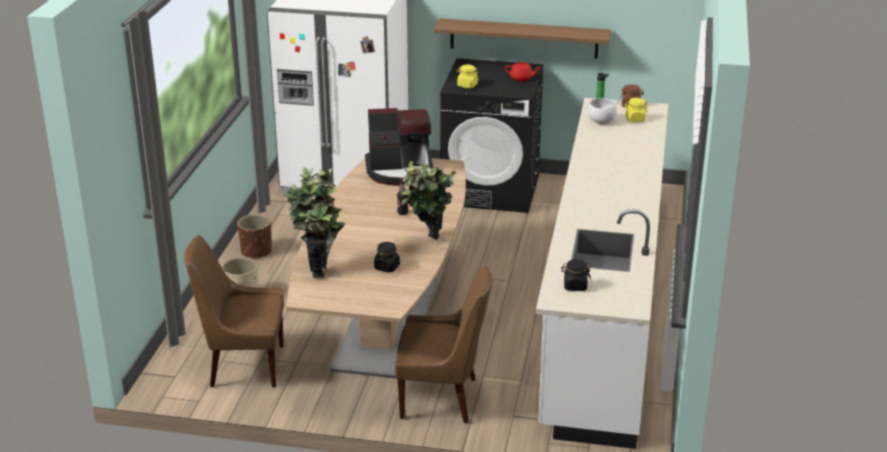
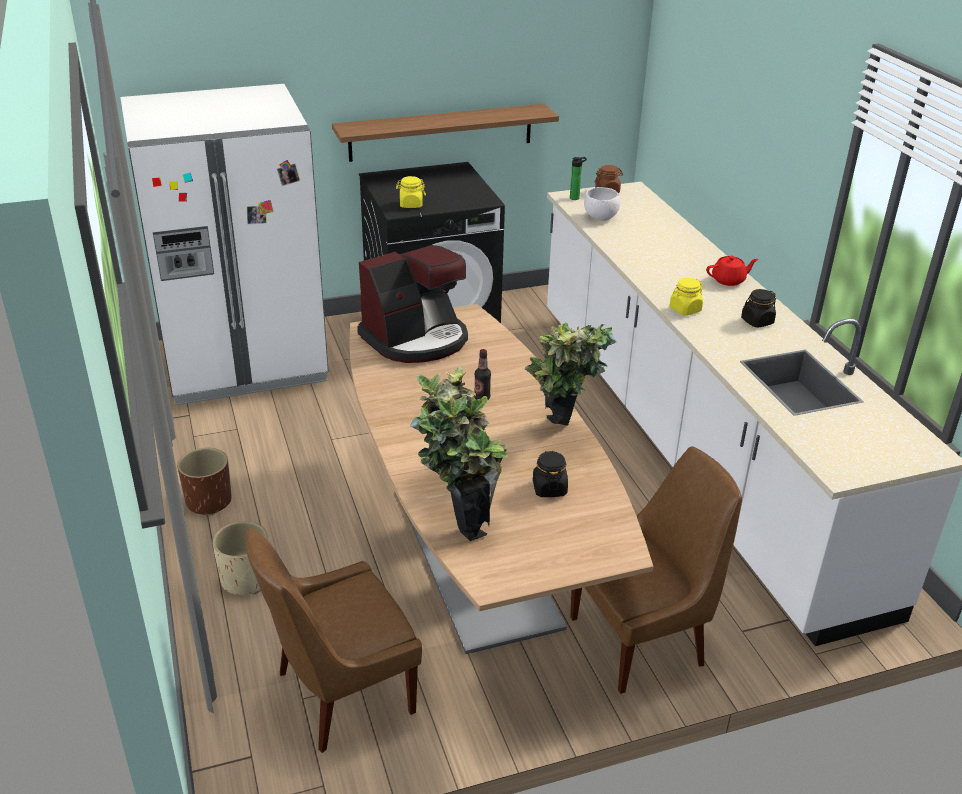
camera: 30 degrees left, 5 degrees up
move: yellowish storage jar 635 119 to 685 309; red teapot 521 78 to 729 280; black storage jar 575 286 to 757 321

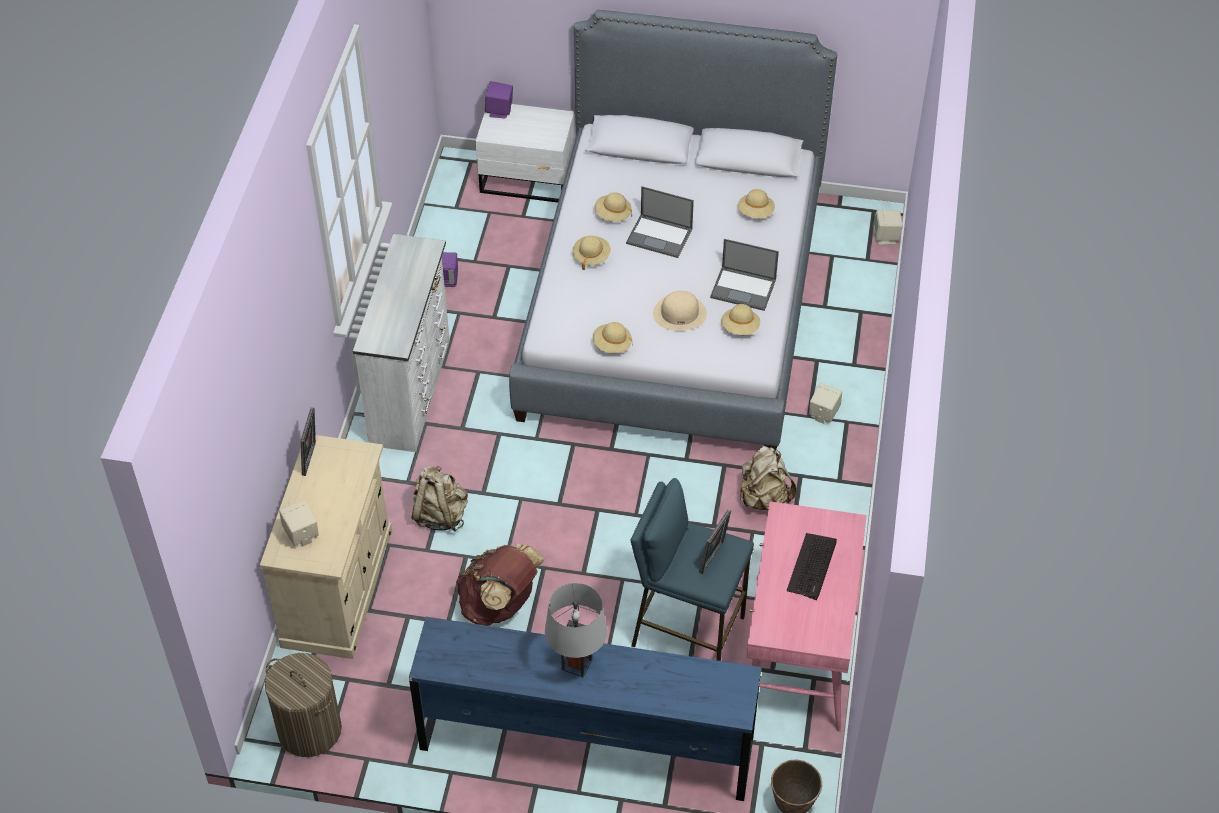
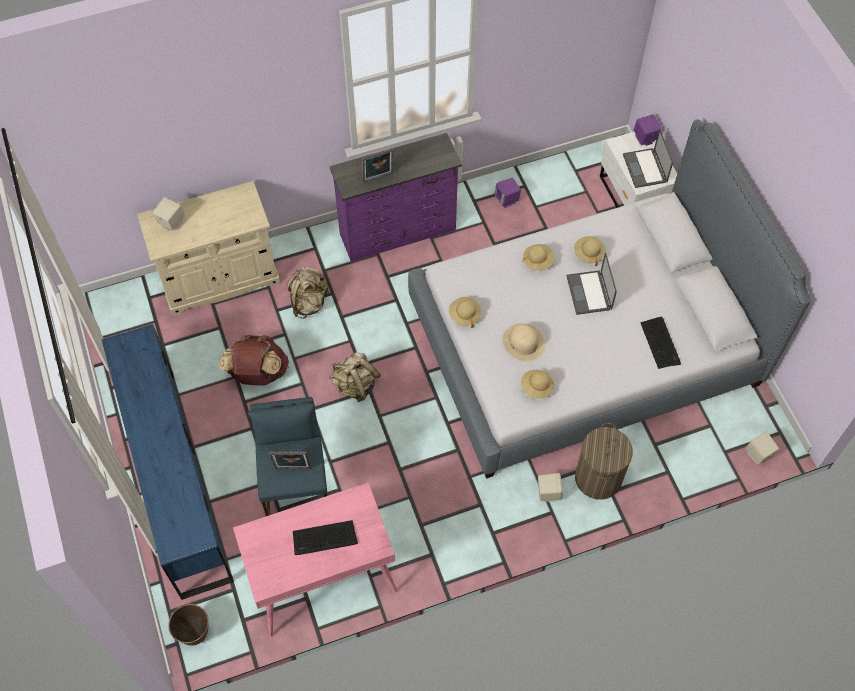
camera: 60 degrees right, 10 degrees up
delete: gray tabletop lamp 576 664
move: beige backpack 764 497 to 355 385; picture frame 311 459 to 378 178; laundry basket 309 729 to 598 477; laptop 744 288 to 645 168
replace: beige wearable hat 755 213 to keyboard 660 343
recolor: white chest of drawers 412 391 to purplish chest of drawers 399 233

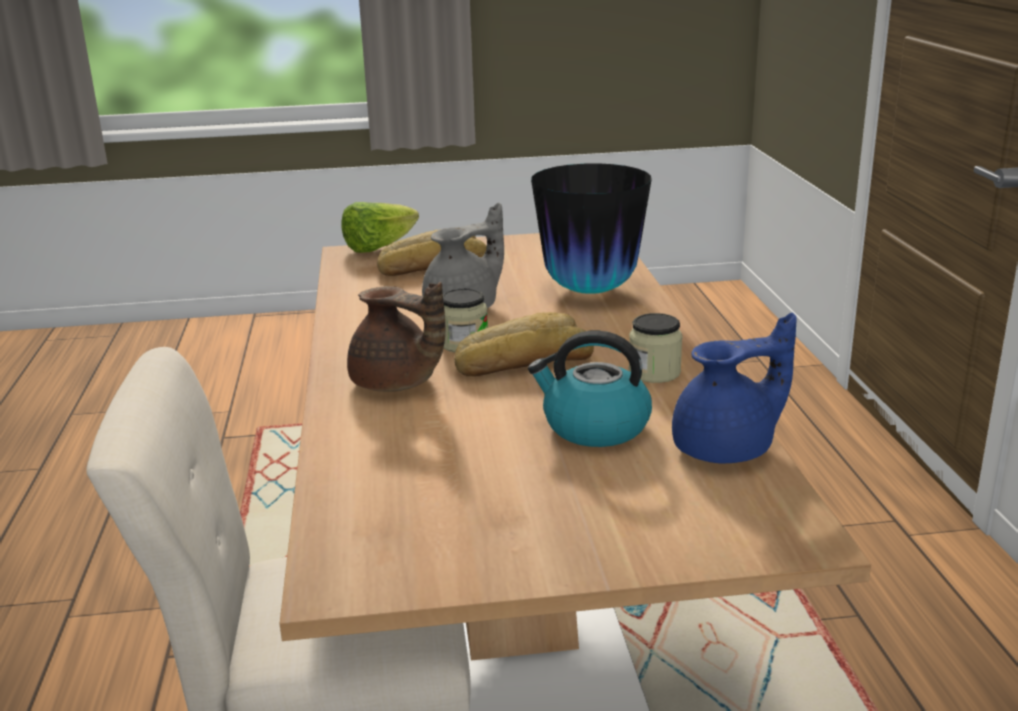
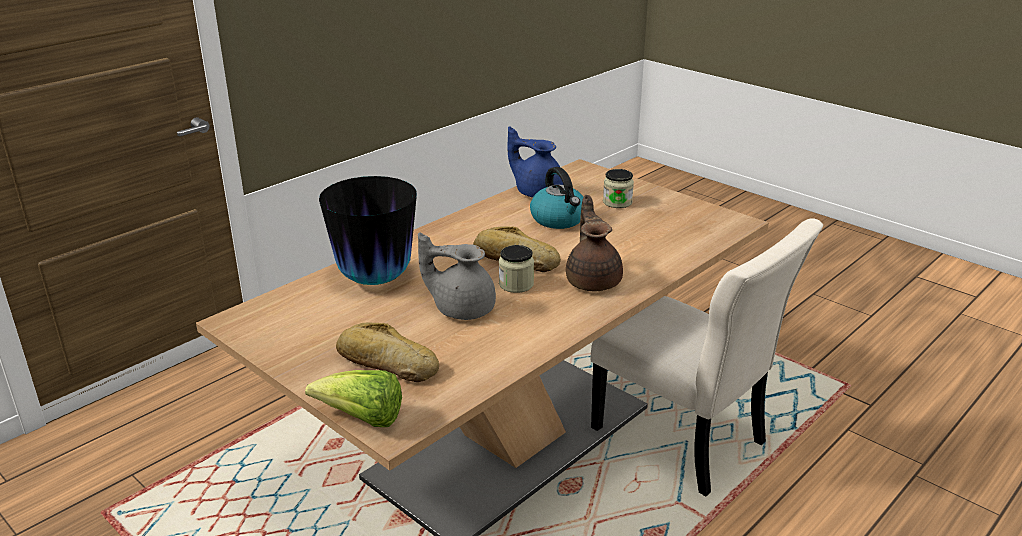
camera: 130 degrees left, 5 degrees up
move: storage jar 654 372 to 617 202

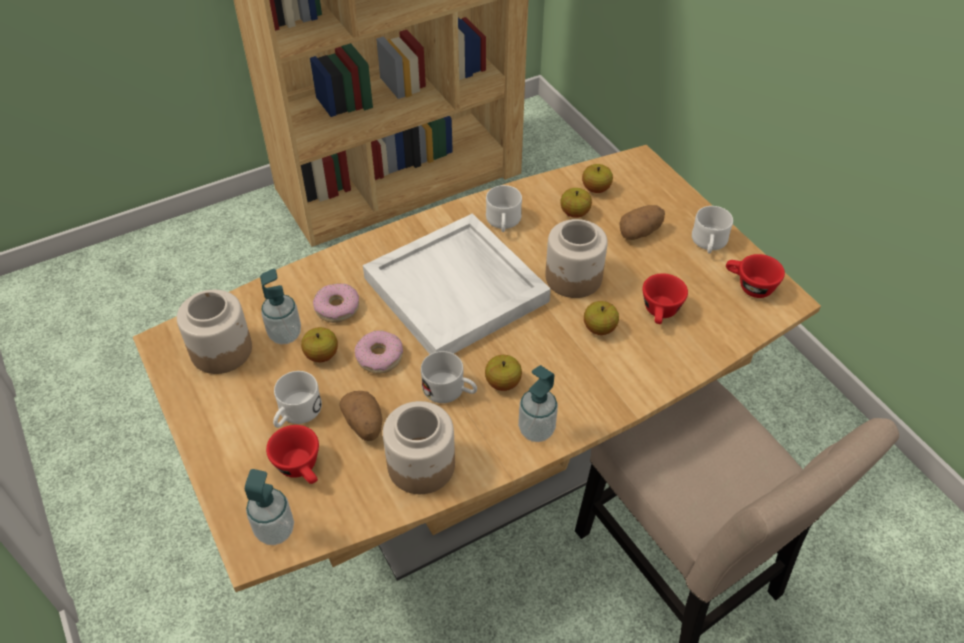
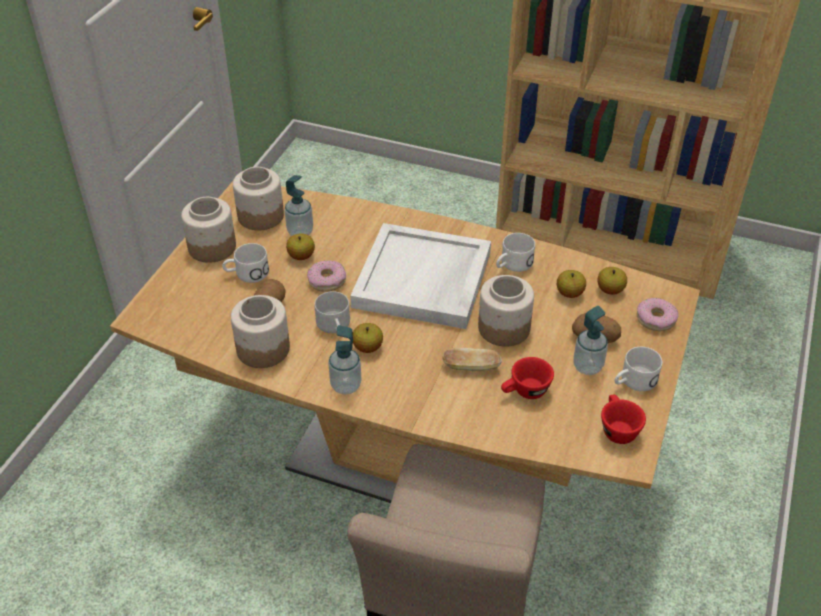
camera: 50 degrees right, 5 degrees down
delete: red small cup 301 468
insert: storage jar 211 247
move: liquid soap bottle 275 530 to 587 366; donut 337 307 to 656 319
replace: whole apple 599 328 to bread 471 367

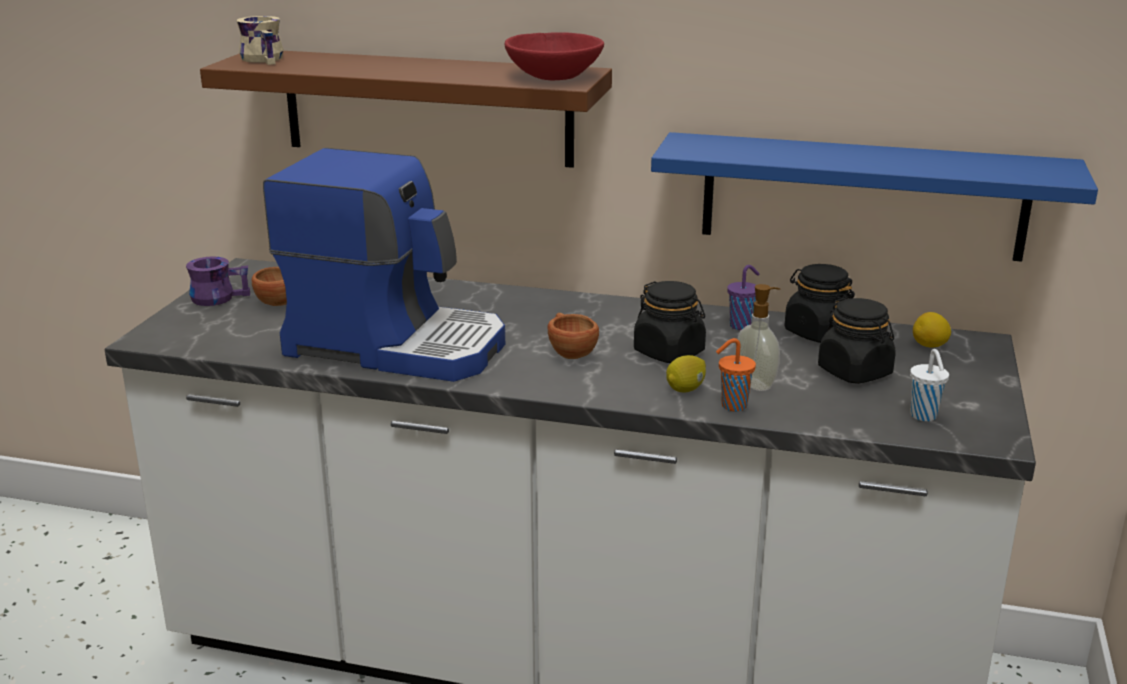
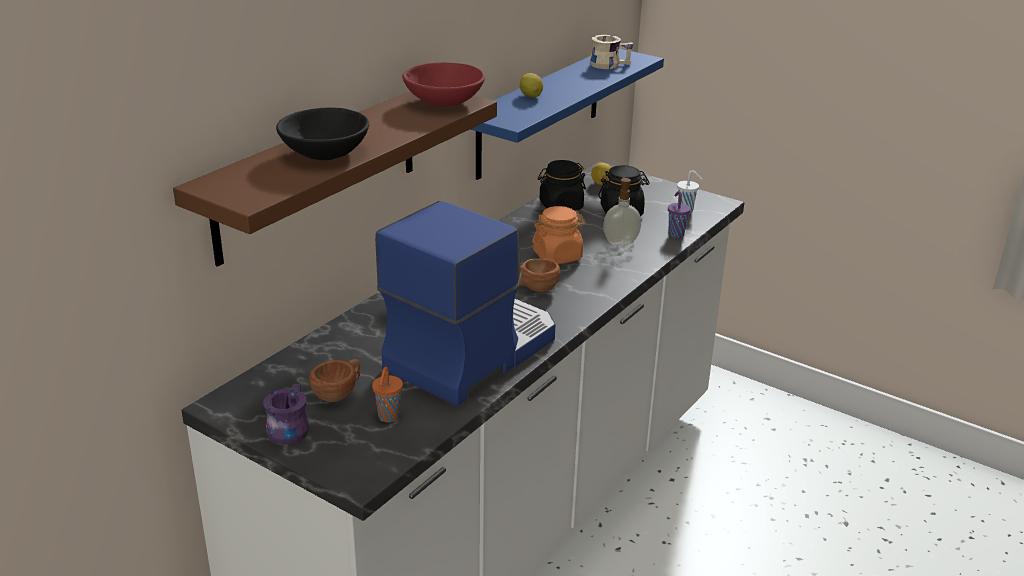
camera: 70 degrees left, 5 degrees up
insert: black serving bowl 326 154
move: orange-coloured small cup 732 406 to 388 417; lemon 686 389 to 531 96; beige mug 267 59 to 609 64; purplish small cup 742 326 to 675 234
recolor: black storage jar 669 352 to orange-coloured storage jar 557 256

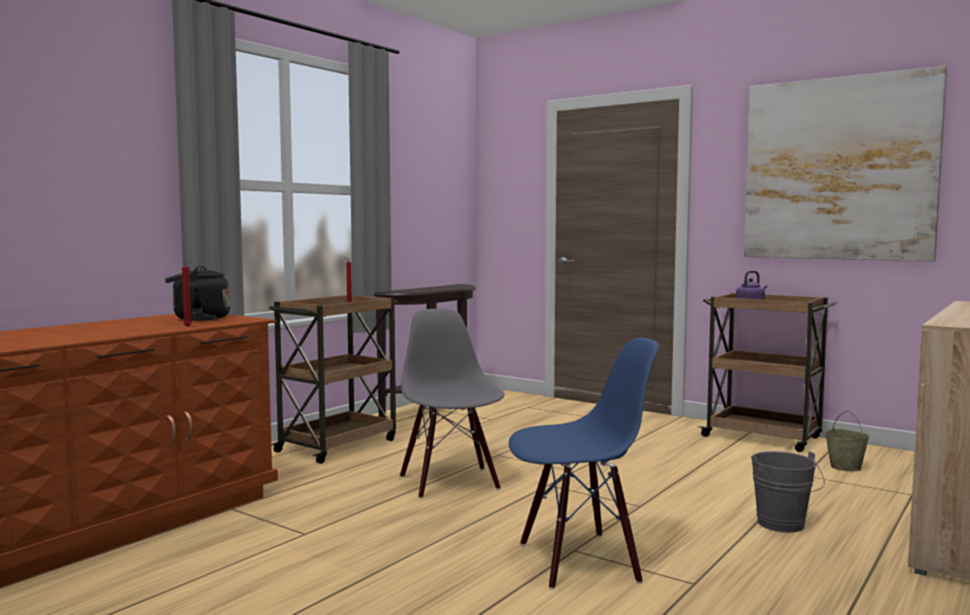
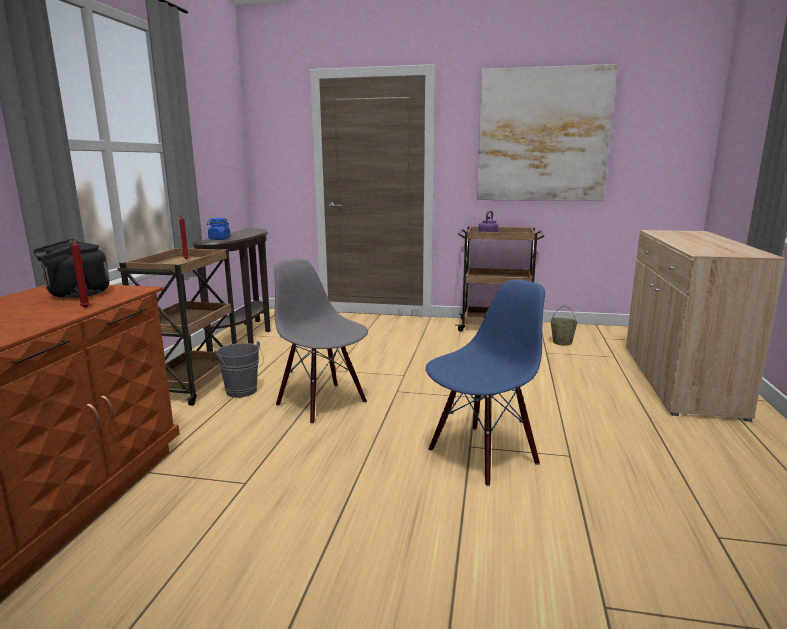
camera: 25 degrees left, 10 degrees up
insert: bluish storage jar 219 239
move: gray water bucket 783 526 to 243 392

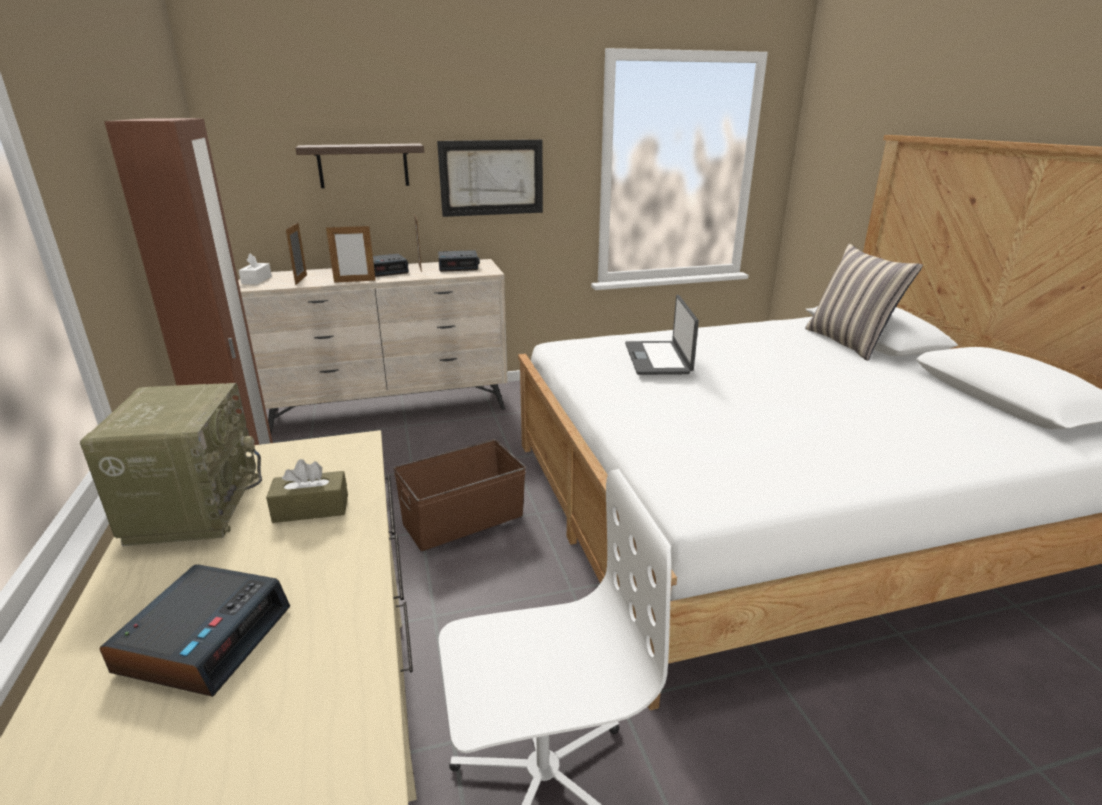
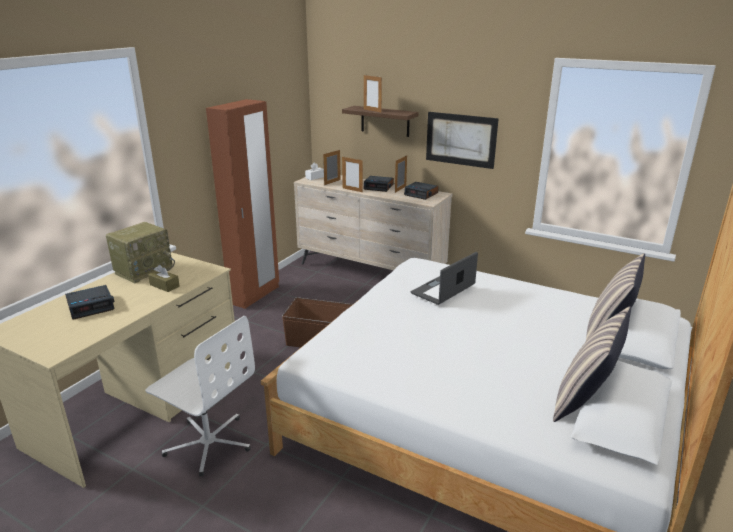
camera: 45 degrees right, 0 degrees up
insert: picture frame 372 110; throw pillow 584 401

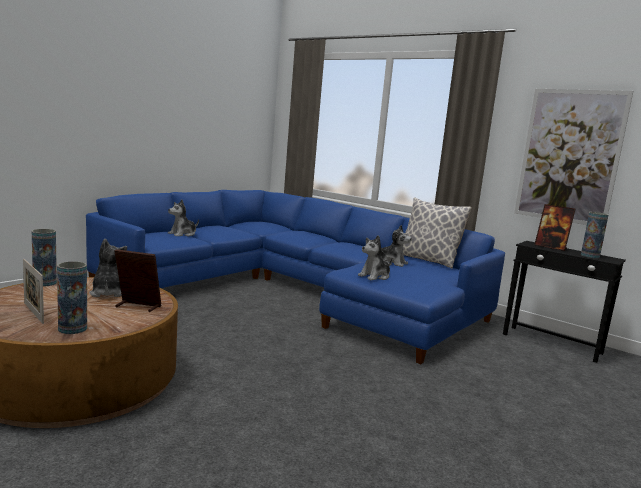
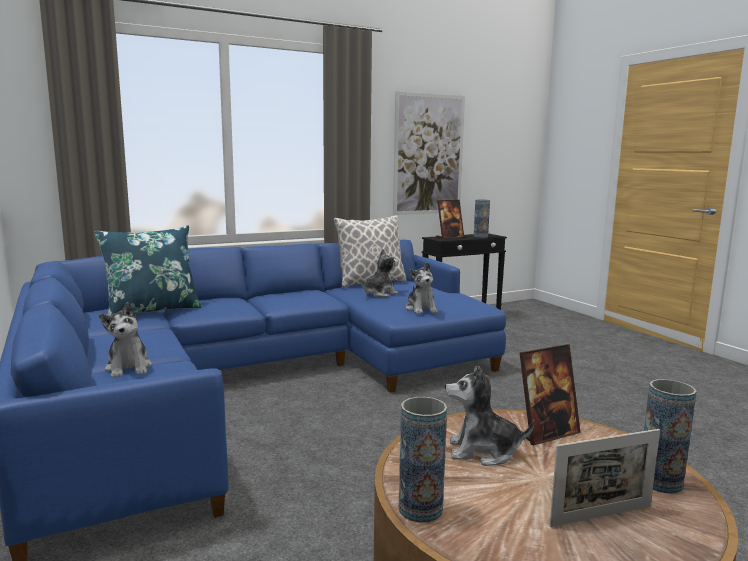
camera: 65 degrees left, 0 degrees up
insert: bluish throw pillow 152 310
rotate: picture frame 137 306 = 546 433 150 degrees counterclockwise

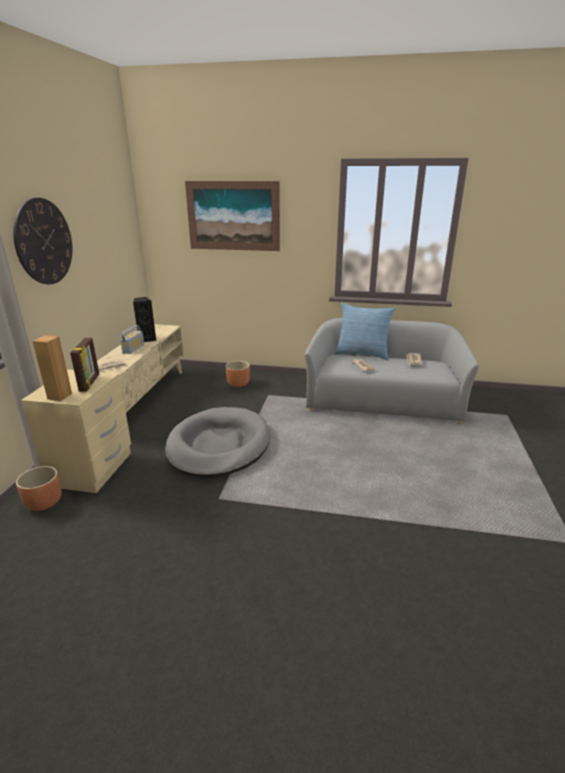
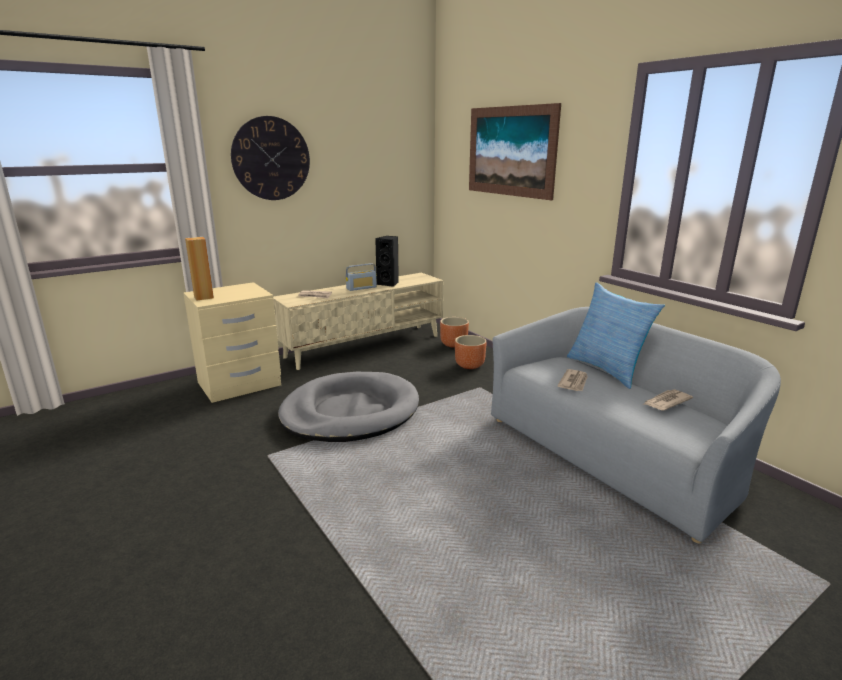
camera: 45 degrees right, 5 degrees down
delete: picture frame 90 383
move: brownish flower pot 44 503 to 453 344

